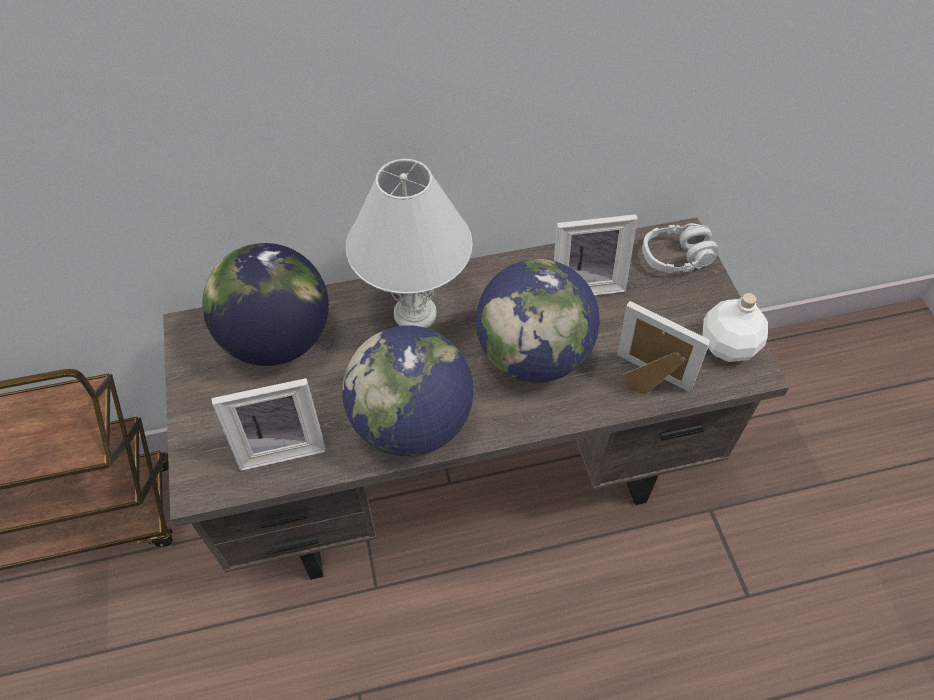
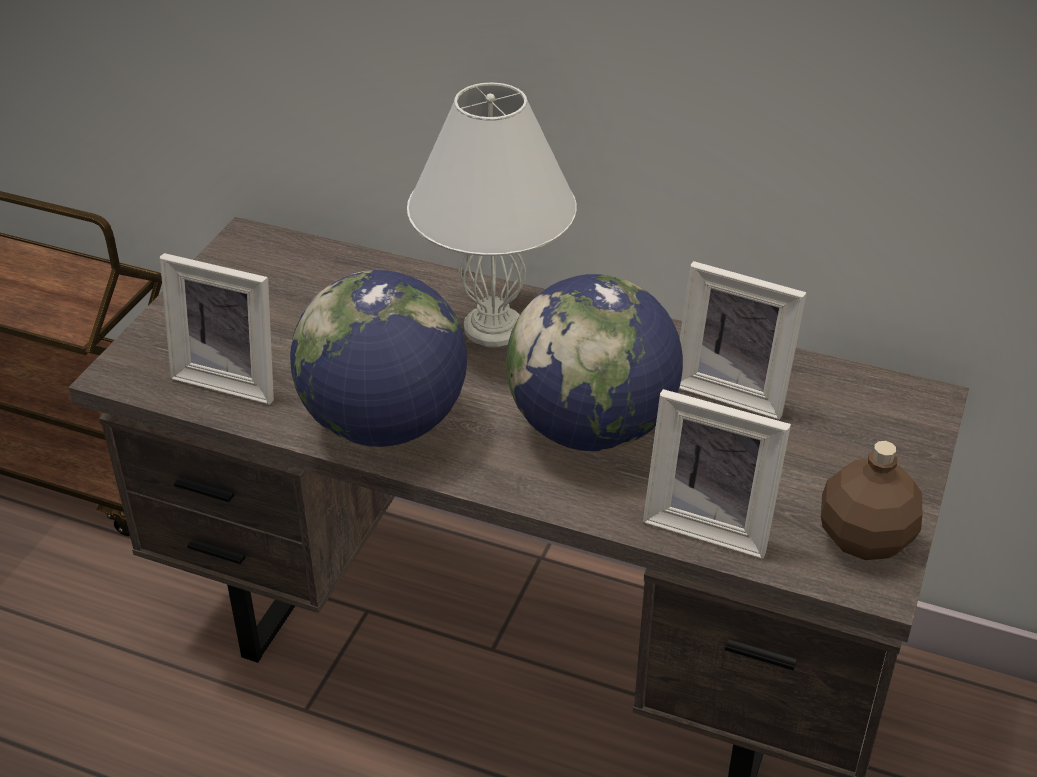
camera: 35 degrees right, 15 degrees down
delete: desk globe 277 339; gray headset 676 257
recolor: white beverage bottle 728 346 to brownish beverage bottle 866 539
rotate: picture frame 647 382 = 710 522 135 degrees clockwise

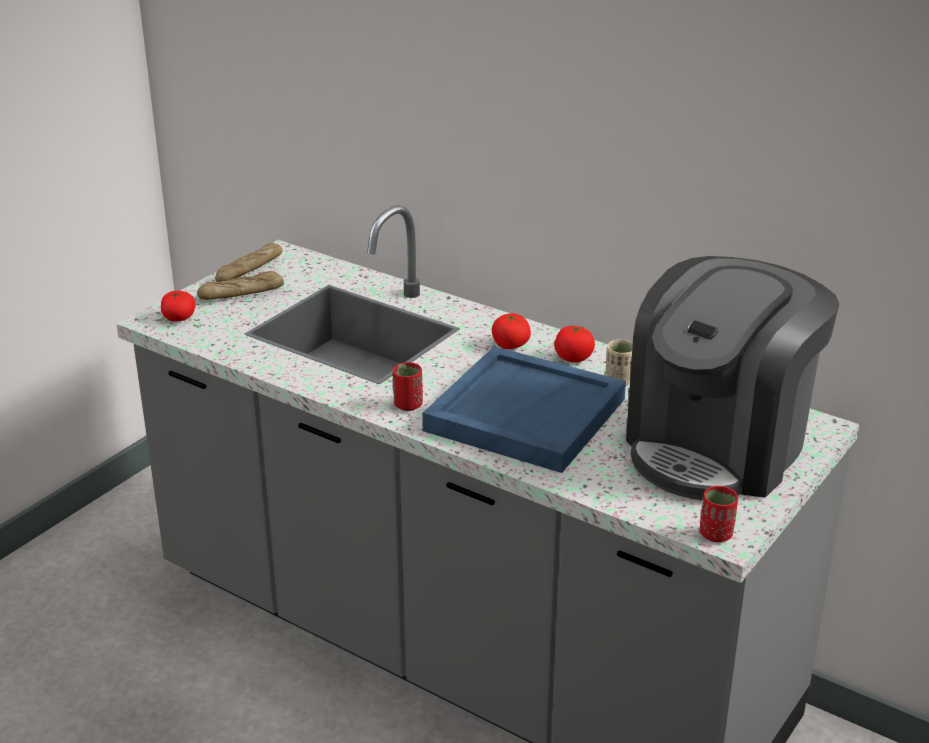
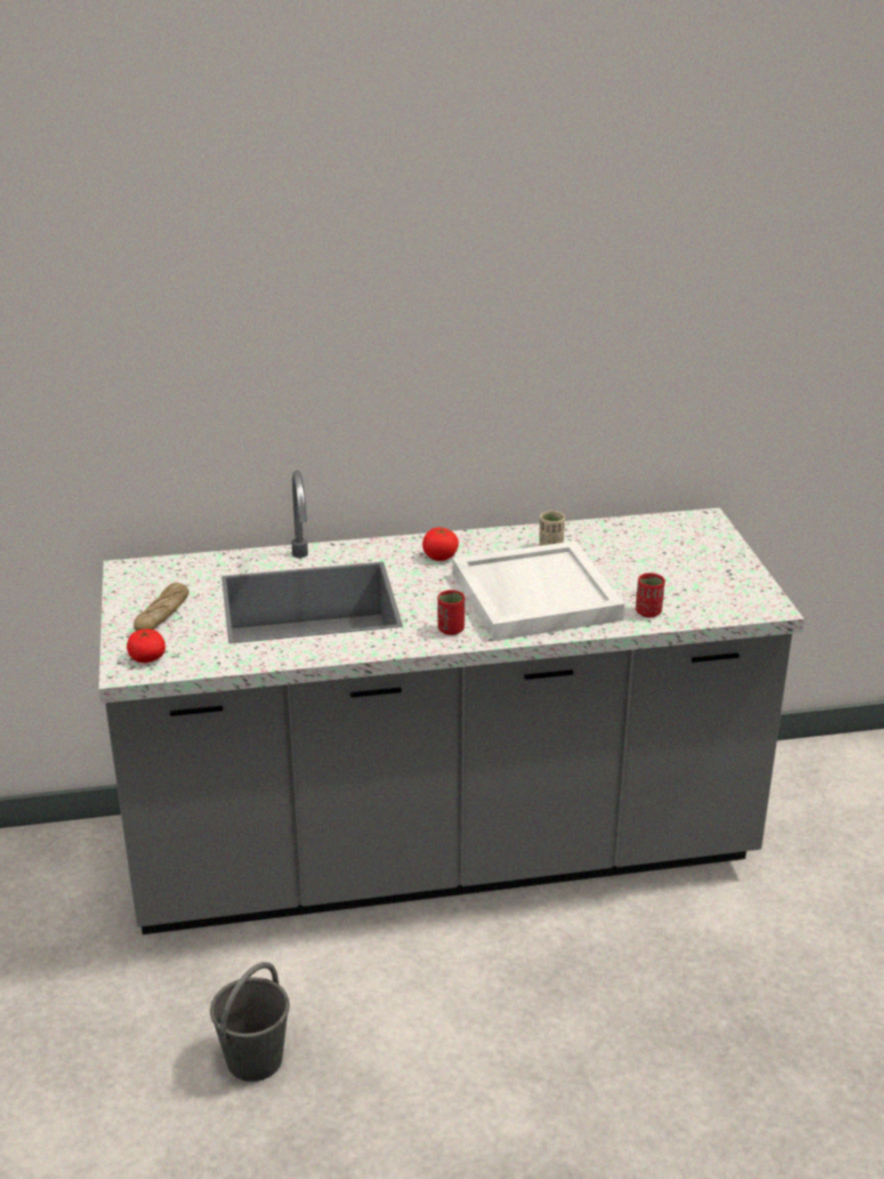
camera: 45 degrees left, 0 degrees up
delete: bread 250 270; whole tomato 573 358; coffee machine 719 447
insert: gray water bucket 255 1059
move: red small cup 716 534 to 648 612
recolor: bluish serving tray 524 413 to white serving tray 534 596

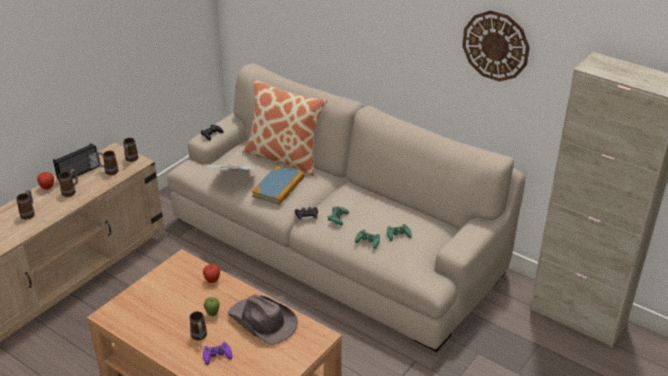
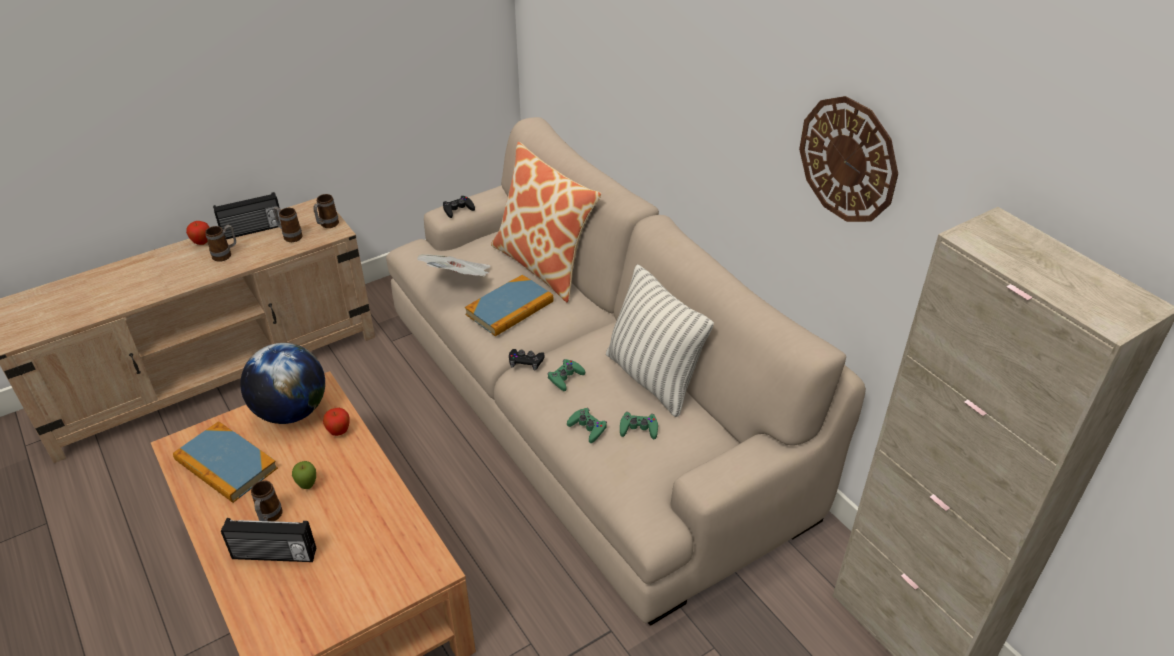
camera: 20 degrees right, 5 degrees up
delete: mug 29 213; brownish wearable hat 262 322
insert: book 226 465; desk globe 291 411; throw pillow 652 379
replace: purplish game controller 217 355 to radio set 274 555

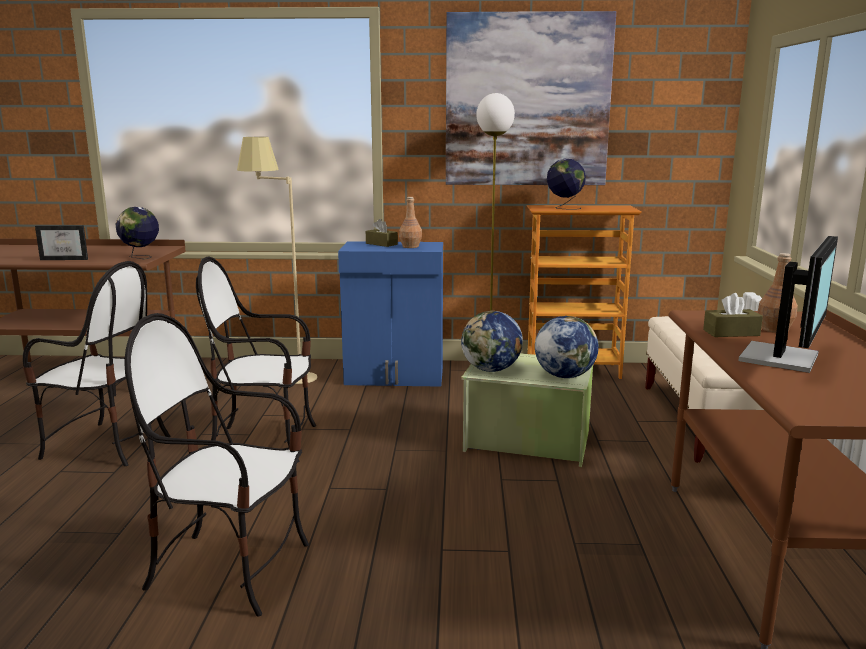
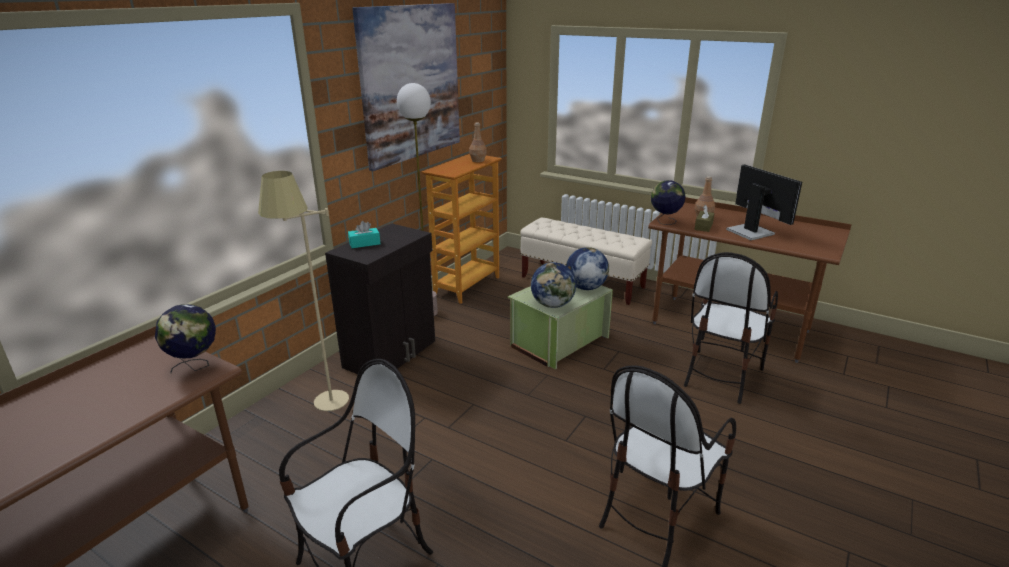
camera: 60 degrees left, 10 degrees up
delete: picture frame 67 259
move: brownish beverage bottle 411 246 to 478 160; desk globe 564 208 to 665 222; plain chair 264 442 to 720 375
recolor: bluish cabinet 395 377 to black cabinet 391 354; brownish tissue box 381 244 to turquoise-coloured tissue box 364 243

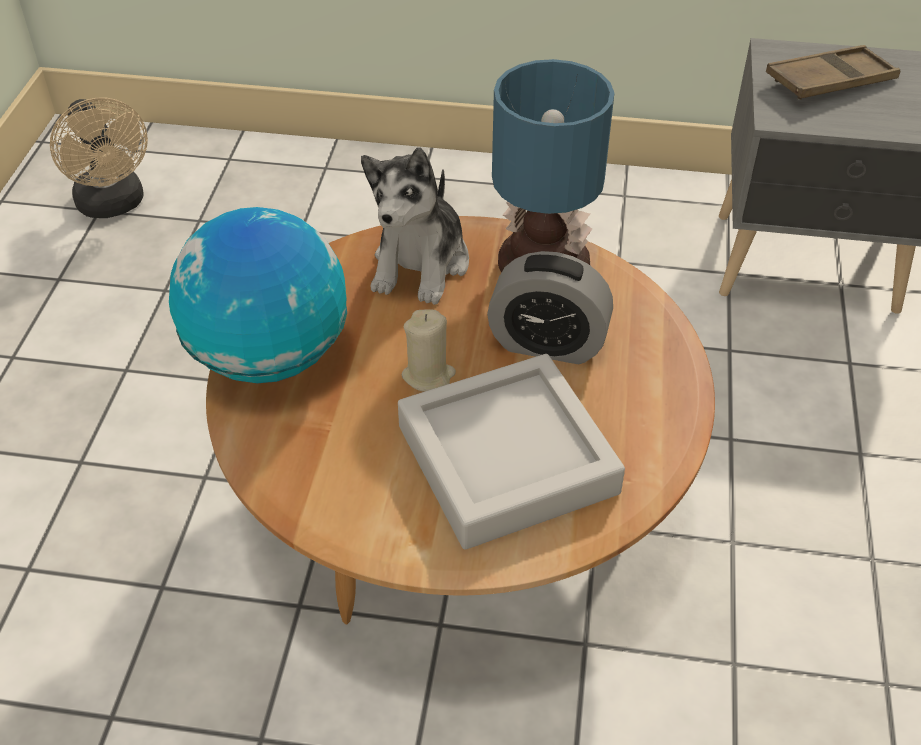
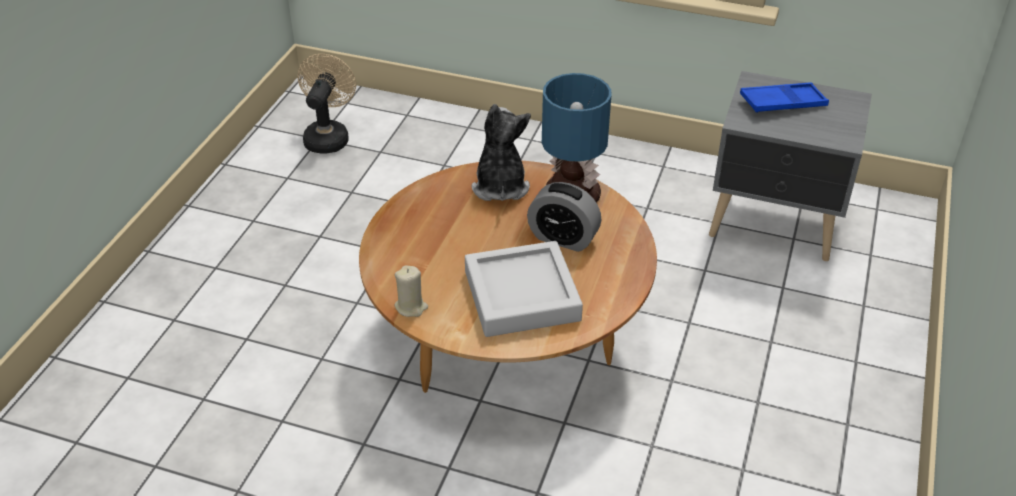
camera: 10 degrees right, 5 degrees down
delete: desk globe 268 357
move: beige candle 428 375 to 411 307
recolor: brownish serving tray 830 81 to bluish serving tray 782 103
rotate: beige fan 114 205 = 328 136 150 degrees counterclockwise; plush toy 421 264 = 500 186 150 degrees clockwise

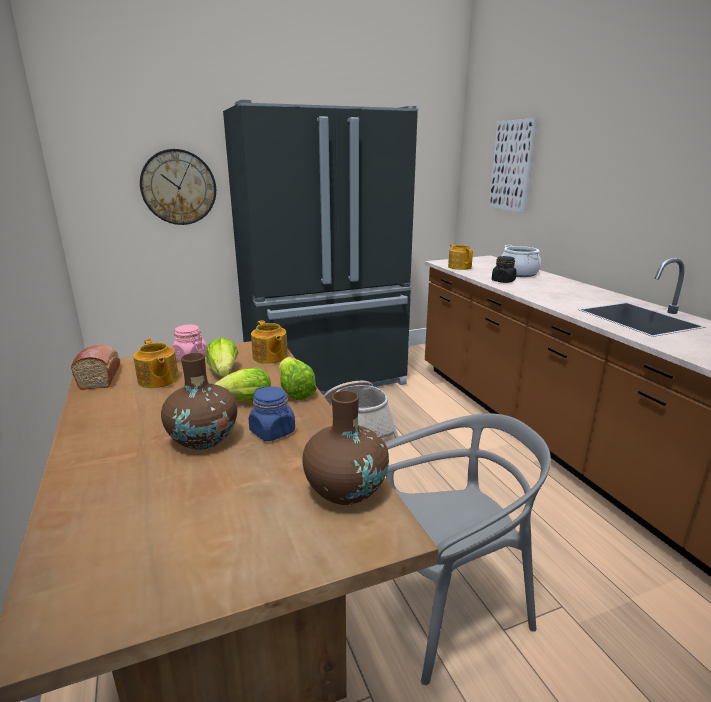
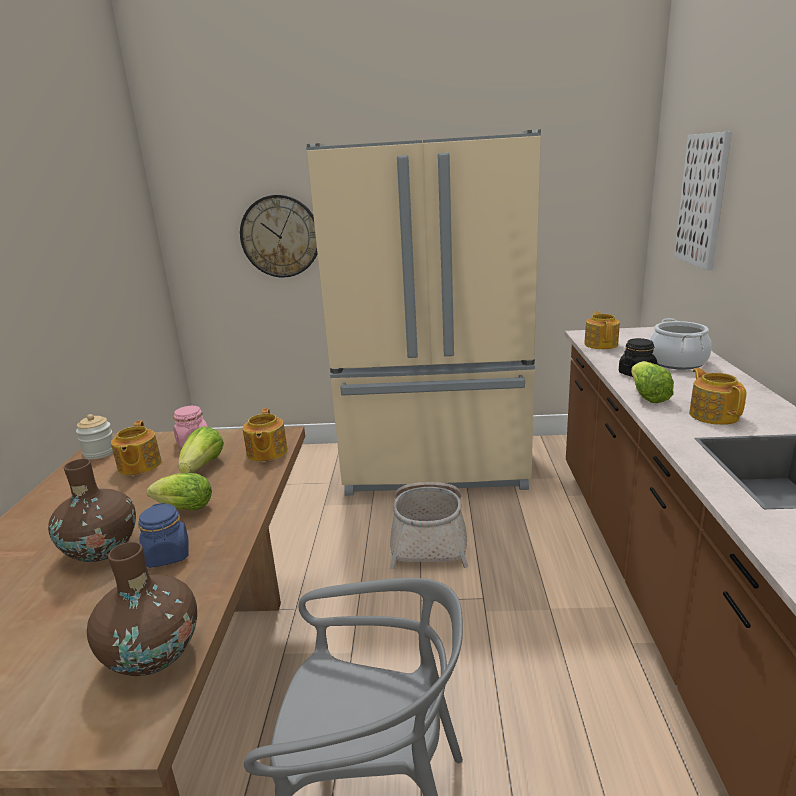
camera: 25 degrees right, 0 degrees up
insert: teapot 713 415
move: lettuce head 295 391 to 647 396
replace: bread 101 376 to storage jar 100 453
recolor: black refrigerator 326 379 to beige refrigerator 435 467

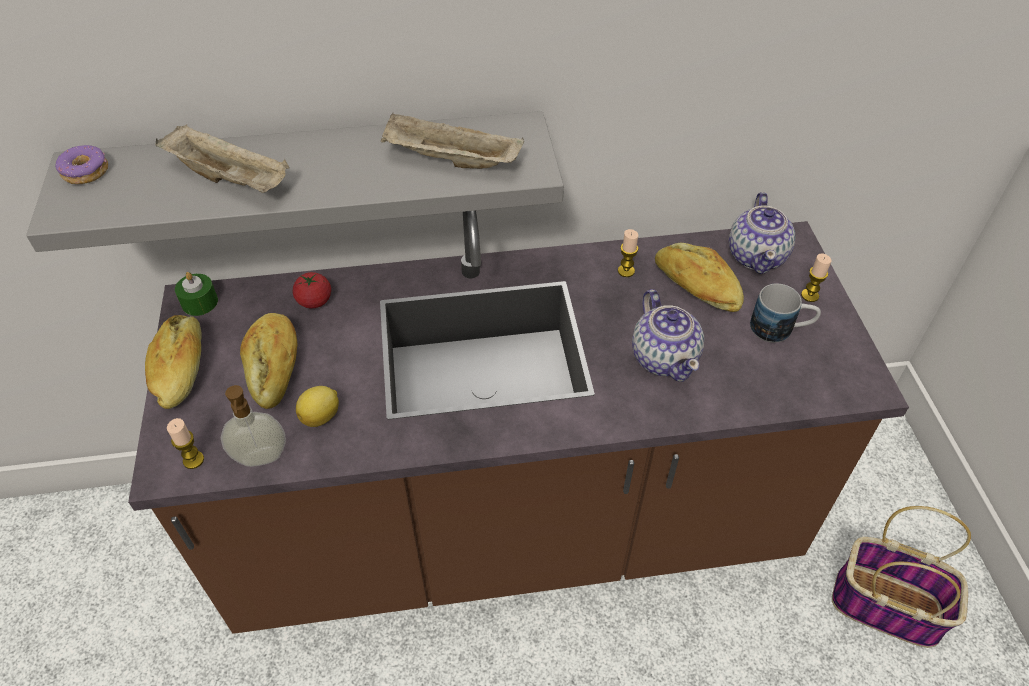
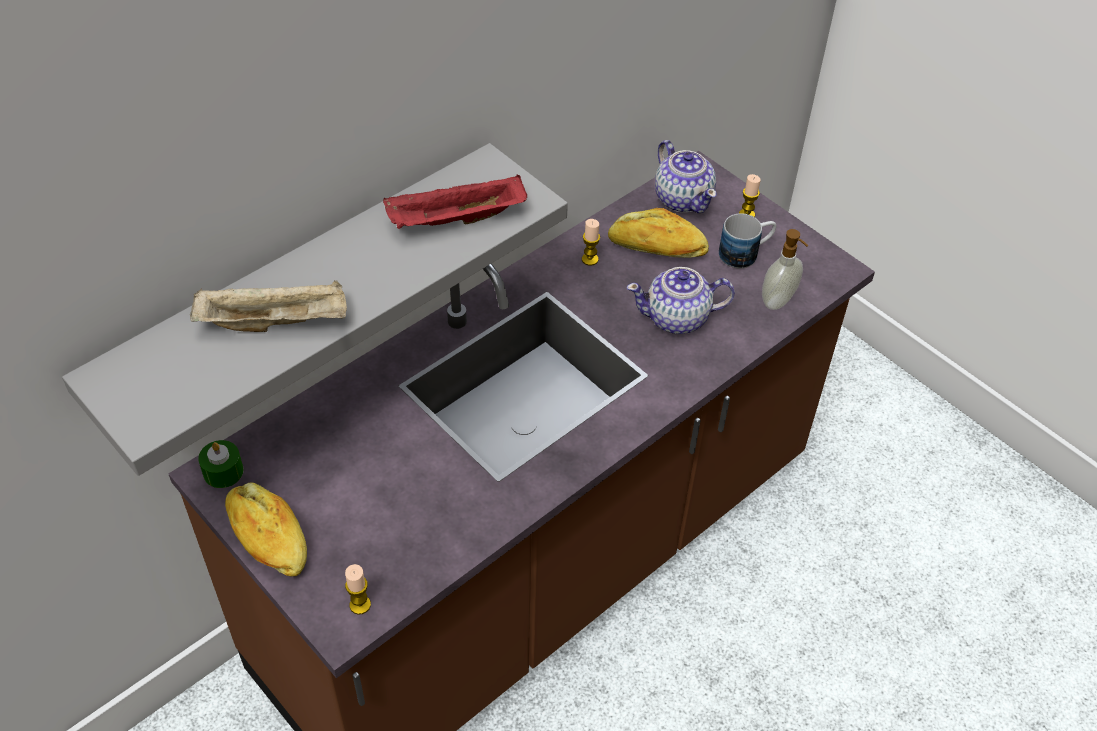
camera: 35 degrees left, 0 degrees up
delete: donut 86 172; bread 274 367; whole tomato 314 301; lemon 321 416; storage basket 887 606
move: liquid soap bottle 261 458 to 778 301
recolor: beige serving tray 449 161 to red serving tray 455 221
rotate: teapot 664 357 = 678 318 135 degrees clockwise

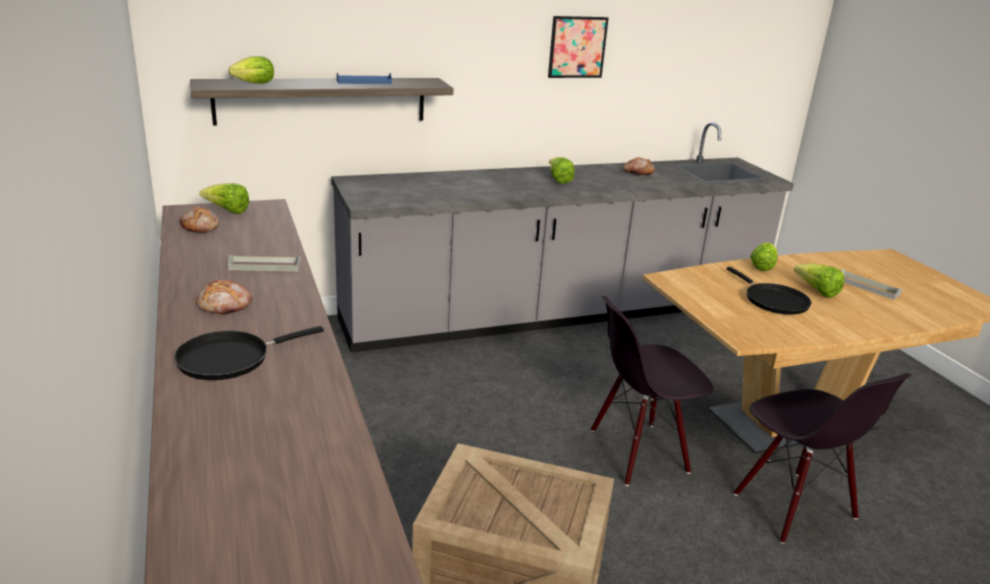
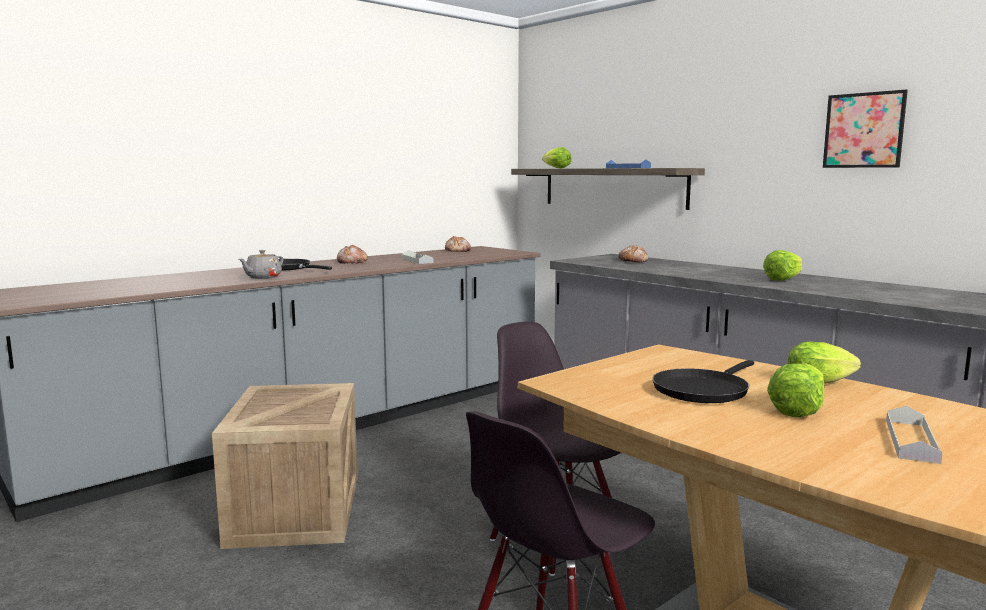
camera: 70 degrees right, 15 degrees down
delete: lettuce head 227 211
insert: gray teapot 262 277
move: bread 637 172 to 633 261

